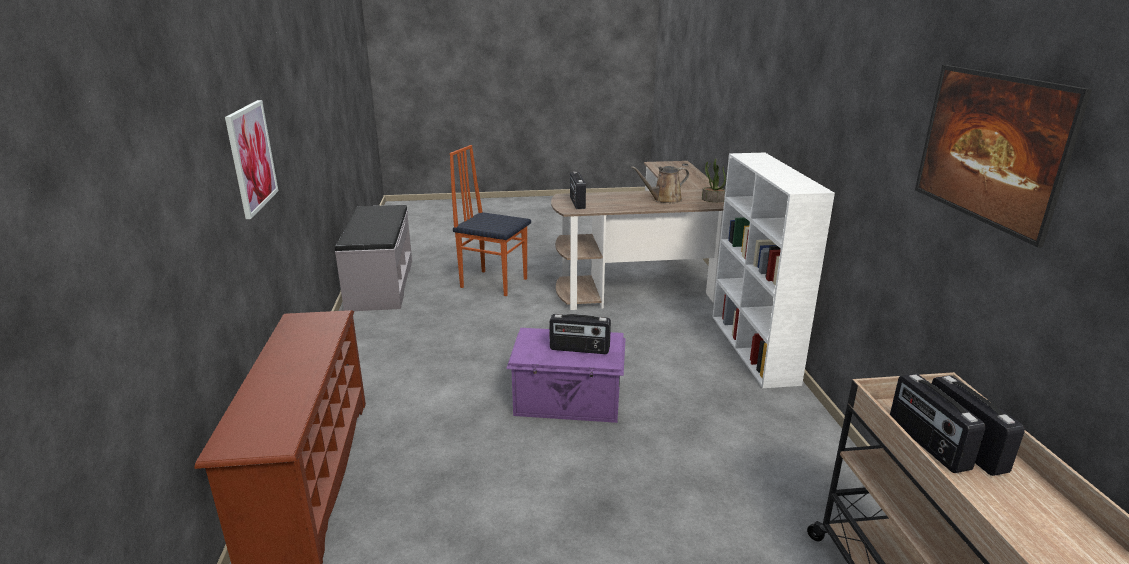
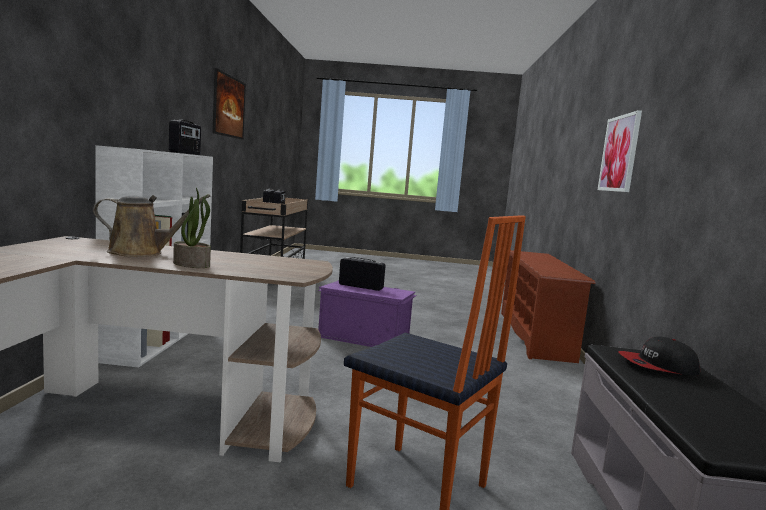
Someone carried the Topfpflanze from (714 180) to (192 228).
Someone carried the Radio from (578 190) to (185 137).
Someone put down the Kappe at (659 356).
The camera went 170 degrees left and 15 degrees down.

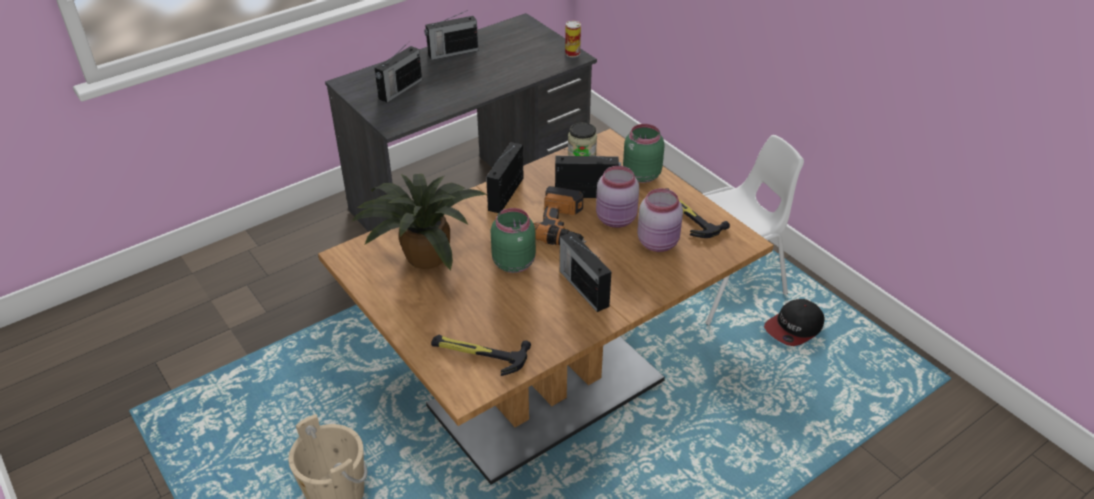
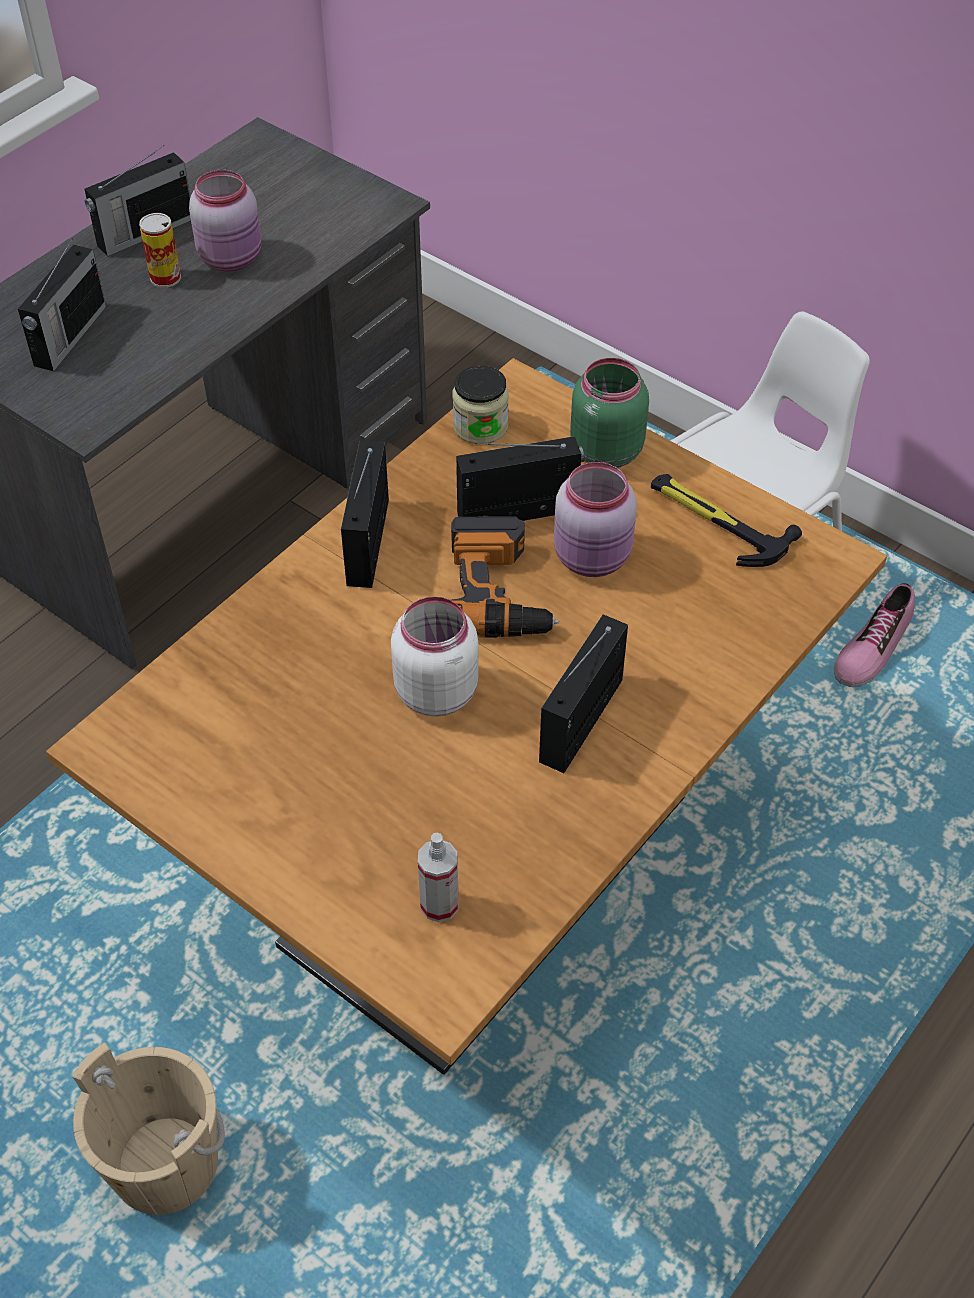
Someone carried the Dose from (573 38) to (160 250).
Someone took away the Topfpflanze at (419 222).
Someone carried the Vorratsglas/rosa from (660 220) to (225 221).
Someone repainted the Vorratsglas/grün at (513 240), which became the Vorratsglas/weiß at (435 656).
Someone rotated the Radio at (586 272) by 75 degrees clockwise.
Someone swapped the Kappe at (794 322) for the Schuh at (874 635).
Someone swapped the Hammer at (481 355) for the Sprühflasche at (438 877).
The camera went 15 degrees left and 10 degrees up.

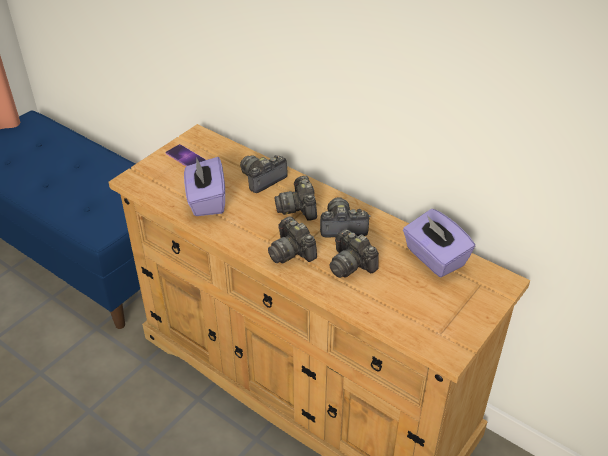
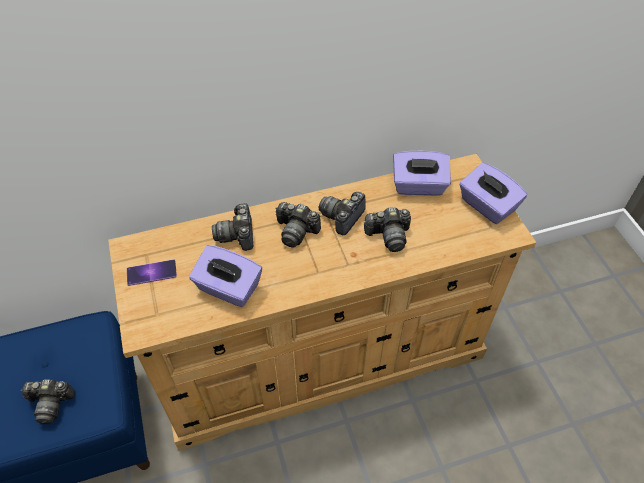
Someone carried the Kamera from (292 240) to (48 401).
Someone put down the Taschentuchbox/lila at (493 193).
The camera went 55 degrees left and 10 degrees up.

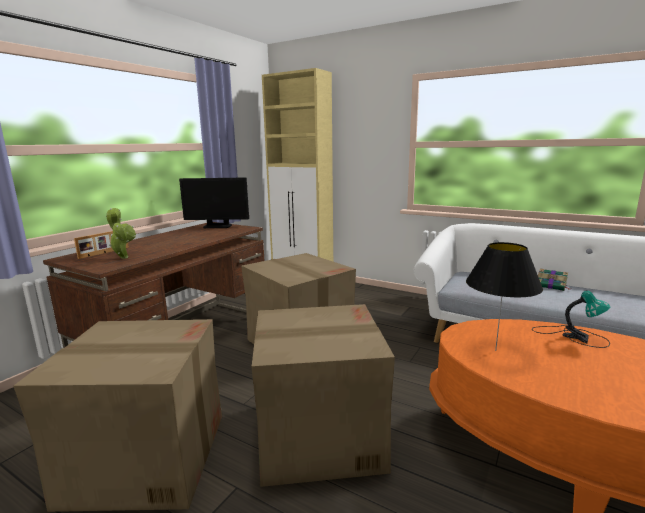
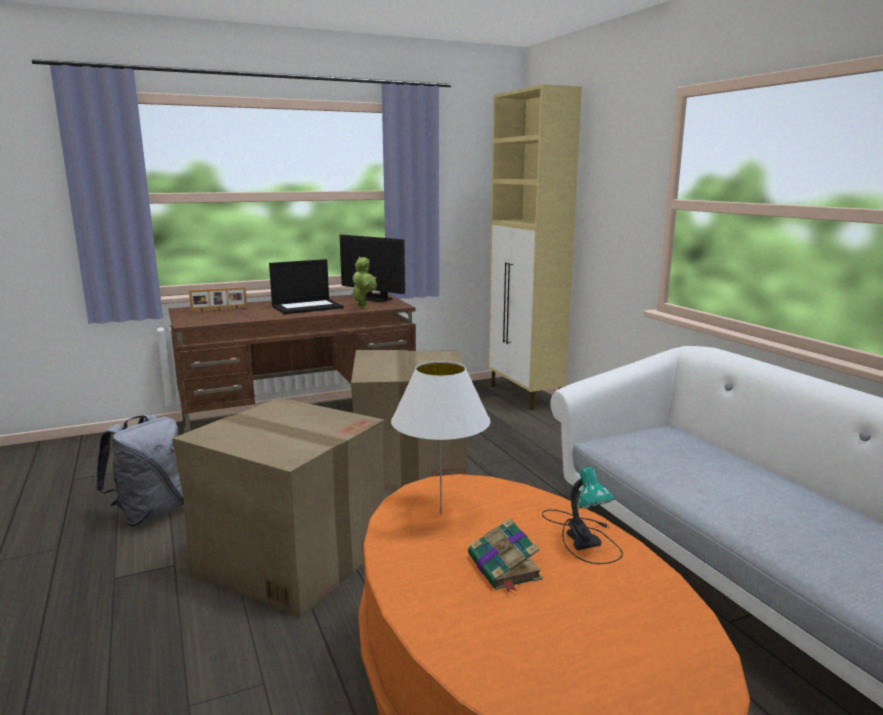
Someone carried the Topfpflanze from (121 233) to (364 282).
Someone repainted the Tischlampe/schwarz at (504 296), which became the Tischlampe/weiß at (440 437).
Someone carried the Buch from (554 280) to (505 555).
Someone swapped the Karton at (118 415) for the Rucksack/grau at (140 471).
Someone put down the Laptop at (306 286).
The camera went 35 degrees right and 0 degrees up.

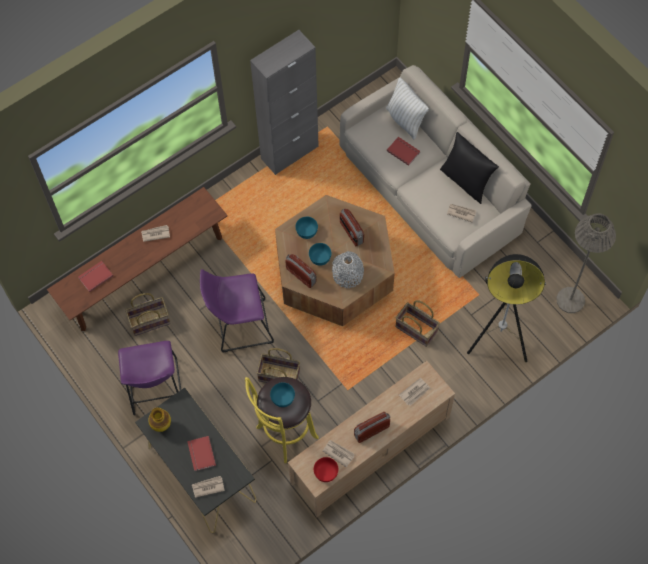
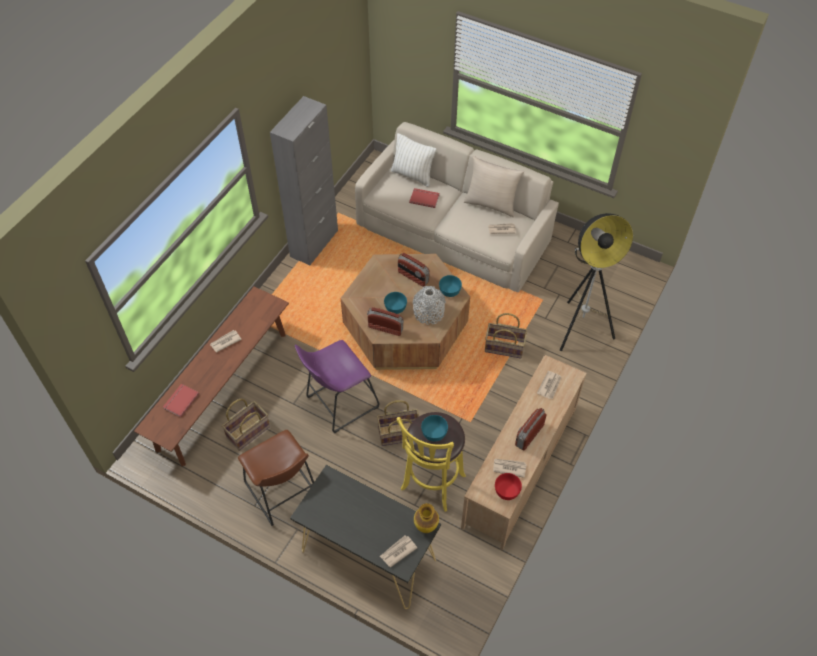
Someone repainted the Kissen/schwarz at (469 168), which became the Kissen/beige at (494 187).
Someone took away the Stehlampe/grau at (586 263).
Someone carried the Schüssel/türkis from (306 228) to (450 286).
Someone repainted the Hocker/lila at (149 378), which became the Hocker/braun at (276 478).
Someone carried the Vase from (159 420) to (426 518).
Someone took away the Buch/rot at (201 453).
The camera went 25 degrees left and 10 degrees down.

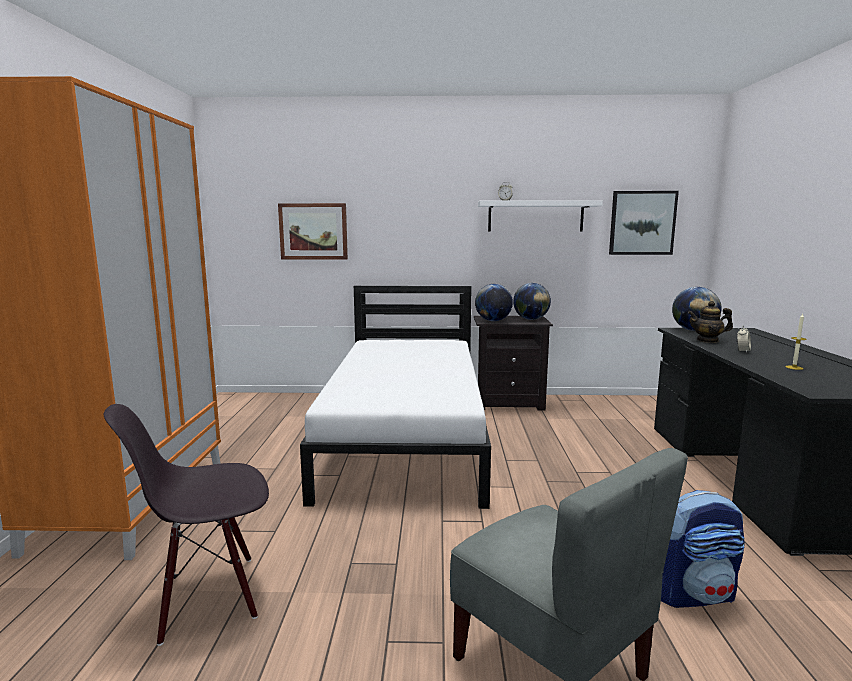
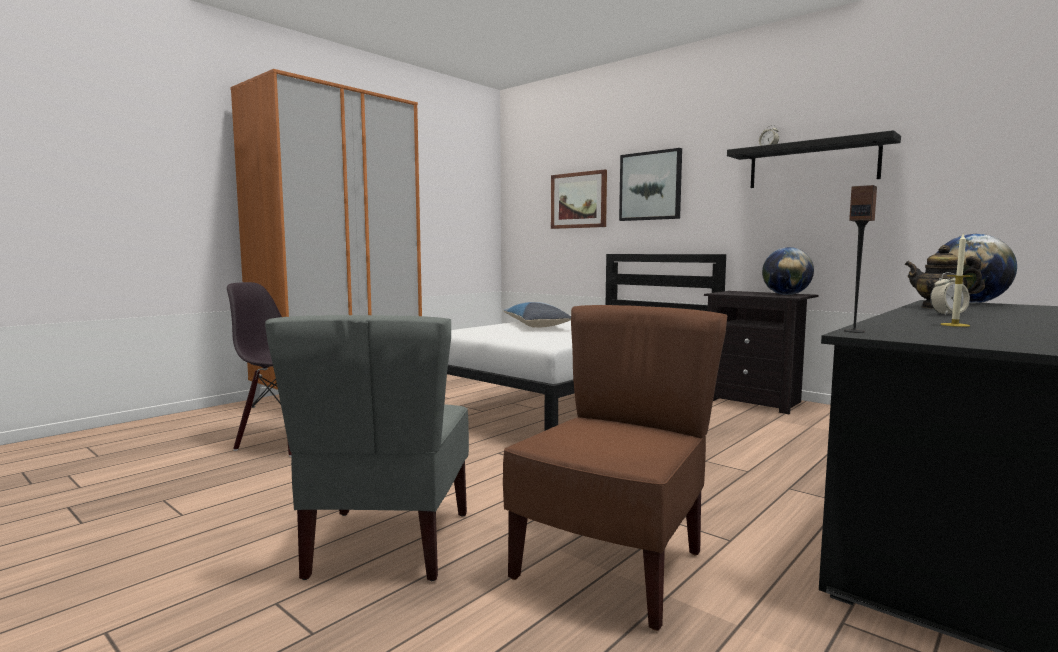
Someone carried the Bild from (644 223) to (650 184).
Someone repainted the Wandregal/weiß at (540 216), which became the Wandregal/schwarz at (814 159).
Someone took away the Globus at (494 302).
Someone swapped the Rucksack at (703 549) for the Stuhl/braun at (615 468).
Someone put down the Lautsprecher at (860 259).
Someone put down the Kissen at (537 315).
The camera went 40 degrees right and 5 degrees down.

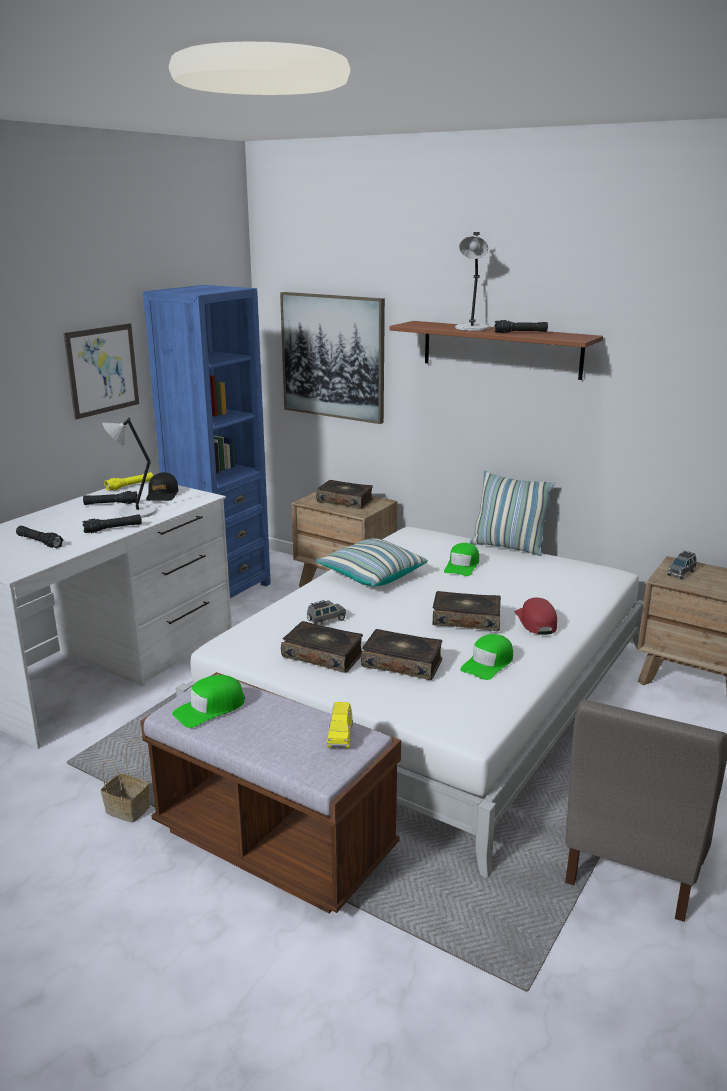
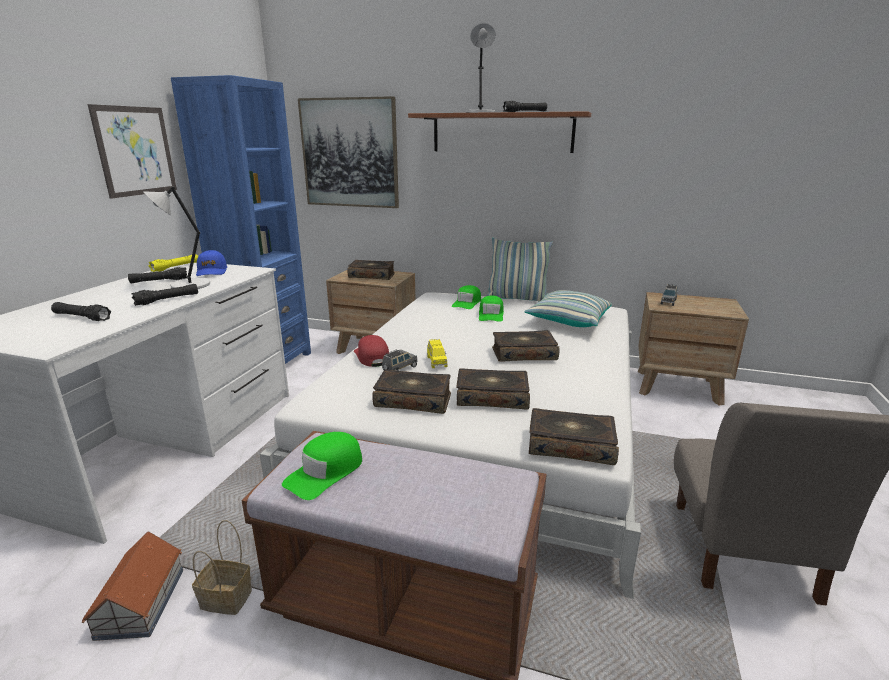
Someone repainted the Kappe/schwarz at (162 486), which became the Kappe/blau at (211 263).
Someone carried the Kissen from (372 562) to (568 308).
Someone carried the Kappe/rot from (536 616) to (371 351).
Someone carried the Kappe/grün from (486 657) to (466 297).
Someone carried the Spielzeugauto/gelb from (340 725) to (437 353).
Someone put down the Buch at (574 436).
Someone put down the Spielzeughaus at (132 586).
The camera went 15 degrees left and 0 degrees up.

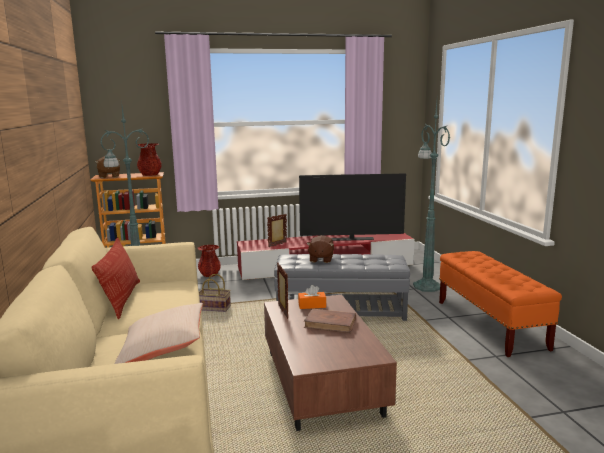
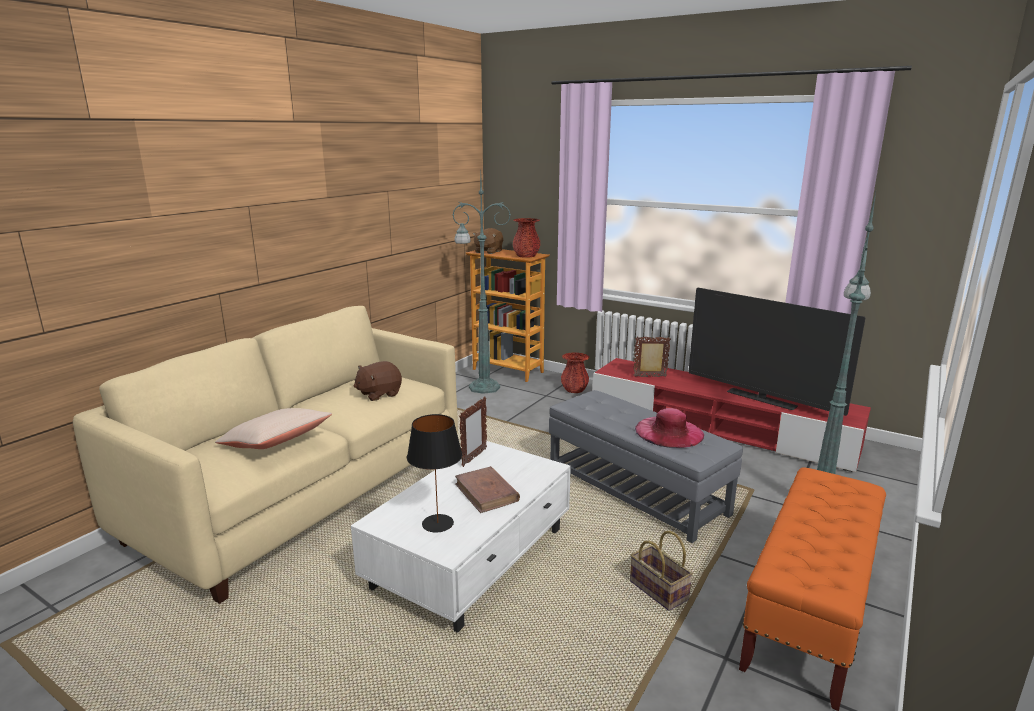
Someone carried the Plüschtier/braun from (320 249) to (378 381).
Someone took away the Kissen at (116 278).
Someone carried the Korb from (215 293) to (661 571).
Someone took away the Taschentuchbox/orange at (312 297).
Someone repainted the Couchtisch/braun at (330 363), which became the Couchtisch/weiß at (461 537).
Someone put down the Hut/rosa at (669 428).
Someone put down the Tischlampe/schwarz at (434 473).
The camera went 45 degrees right and 5 degrees up.

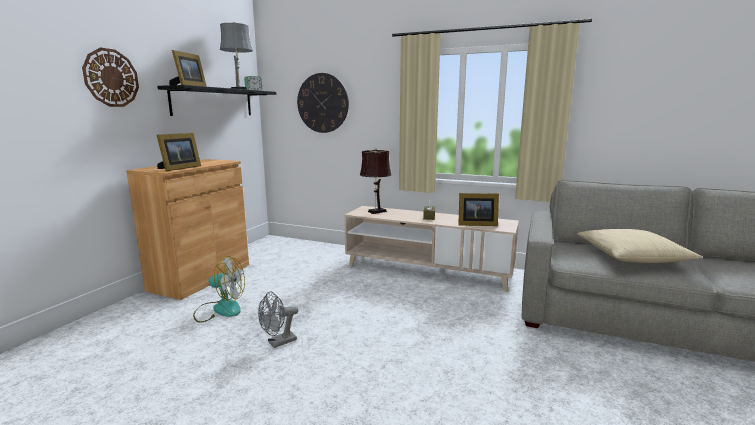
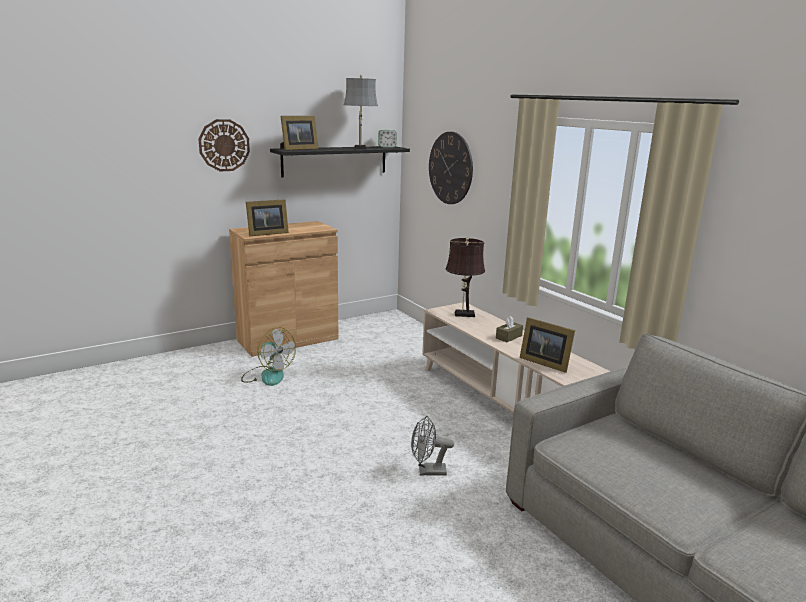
Someone took away the Kissen/beige at (639 246).
Someone carried the Ventilator/grau from (278 319) to (432 446).
The camera went 35 degrees right and 5 degrees up.

